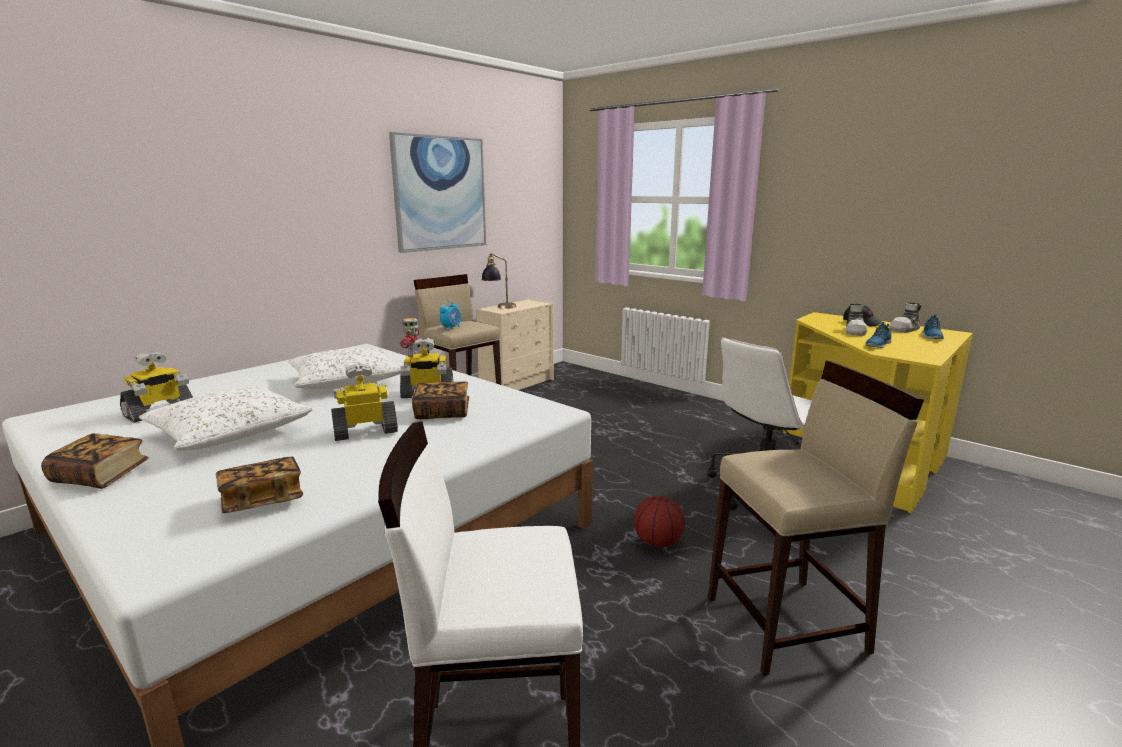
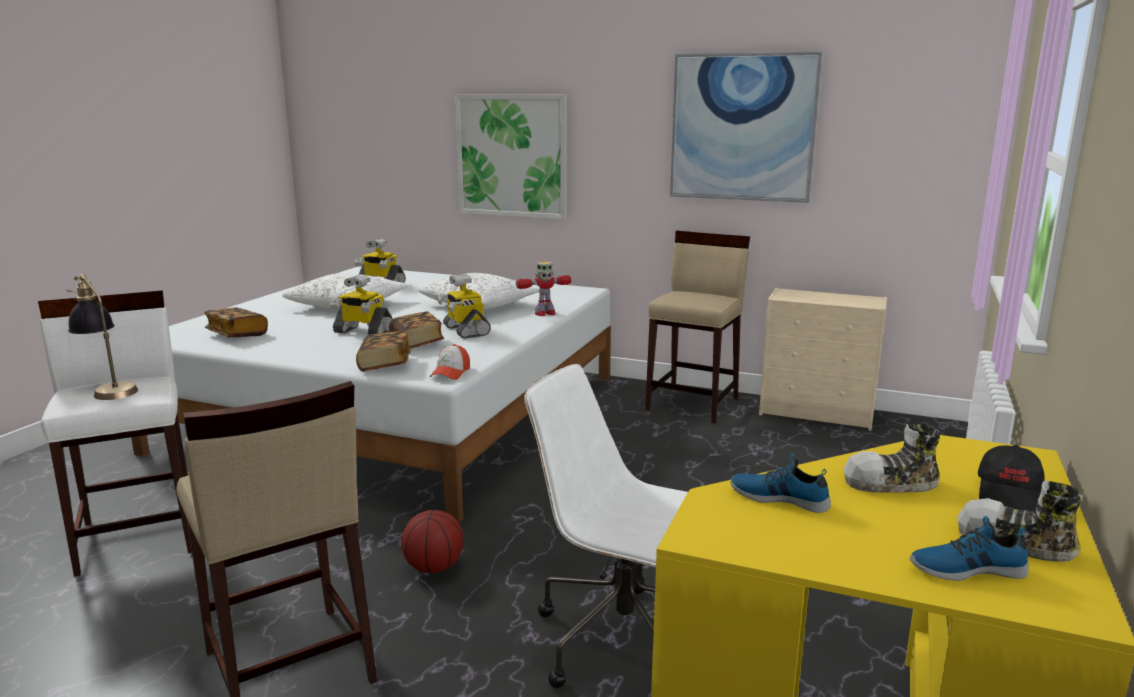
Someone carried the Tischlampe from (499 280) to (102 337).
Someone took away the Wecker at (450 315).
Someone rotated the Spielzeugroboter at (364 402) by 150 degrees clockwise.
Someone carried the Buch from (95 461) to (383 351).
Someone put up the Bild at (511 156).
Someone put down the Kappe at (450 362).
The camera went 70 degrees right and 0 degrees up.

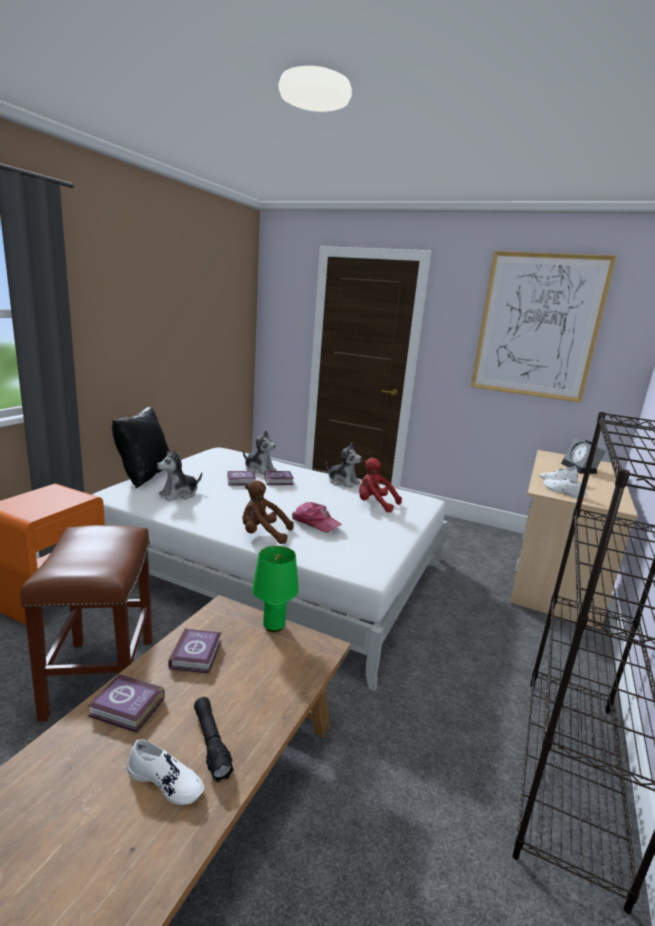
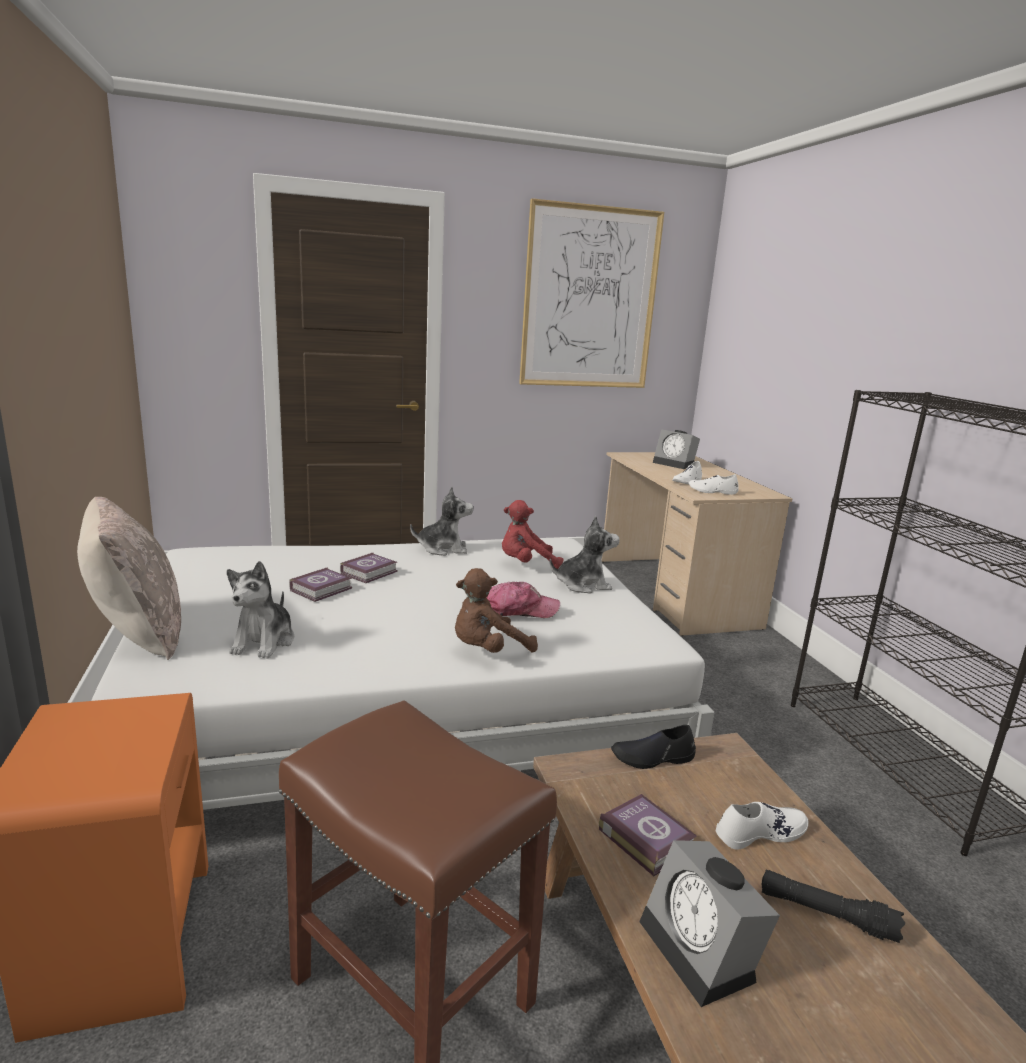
Someone repainted the Kissen/schwarz at (141 447), which became the Kissen/beige at (129 578).
Someone carried the Plüschtier from (260 452) to (584 554).
Someone swapped the Tischlampe/grün at (275 589) for the Schuh/schwarz at (653 747).
Someone swapped the Buch at (126 703) for the Wecker at (709 923).
Someone carried the Schuh/weiß from (165 772) to (762 826).
The camera went 40 degrees left and 0 degrees up.

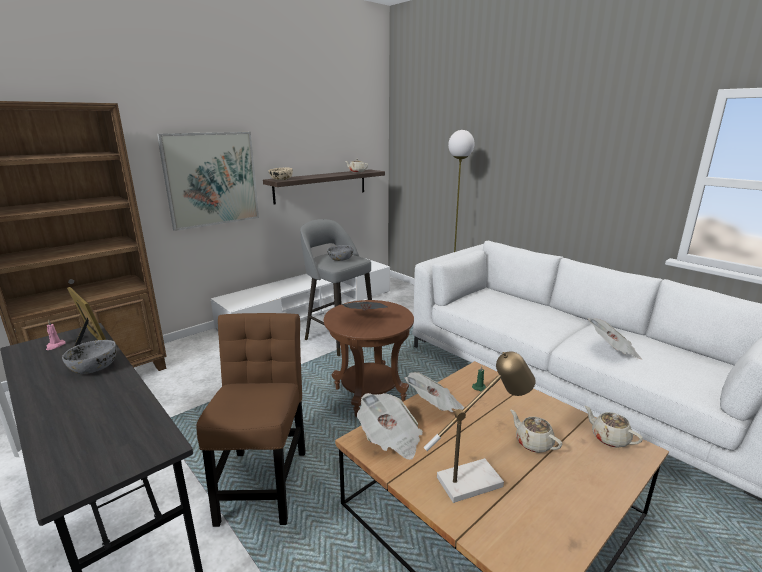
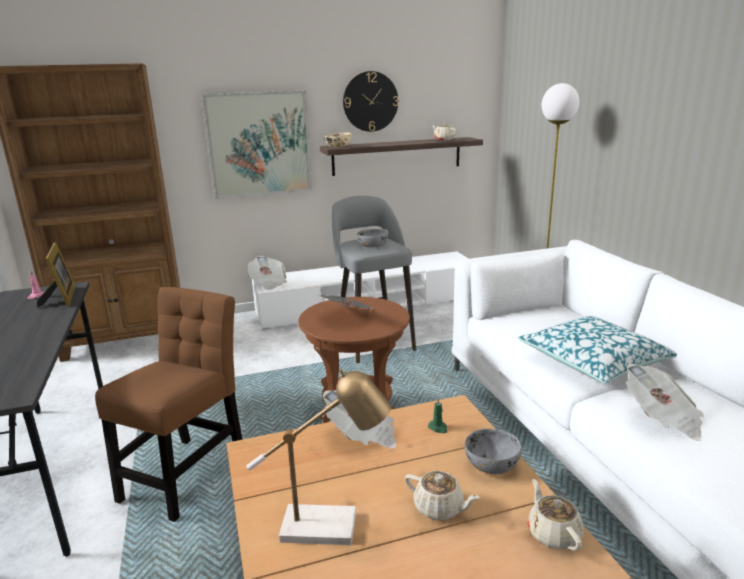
Someone carried the Schüssel/grau from (89 357) to (493 451).
Someone carried the Zeitung from (390 426) to (267 273).
Someone rotated the Teekanne/beige at (536 431) by 135 degrees clockwise.
Someone put up the Wanduhr at (371 101).
Someone put down the Kissen at (597 350).
The camera went 25 degrees right and 0 degrees up.

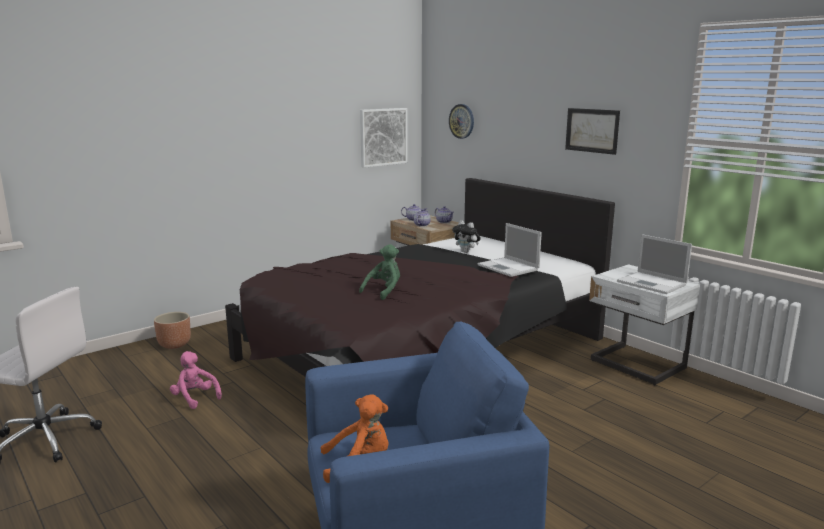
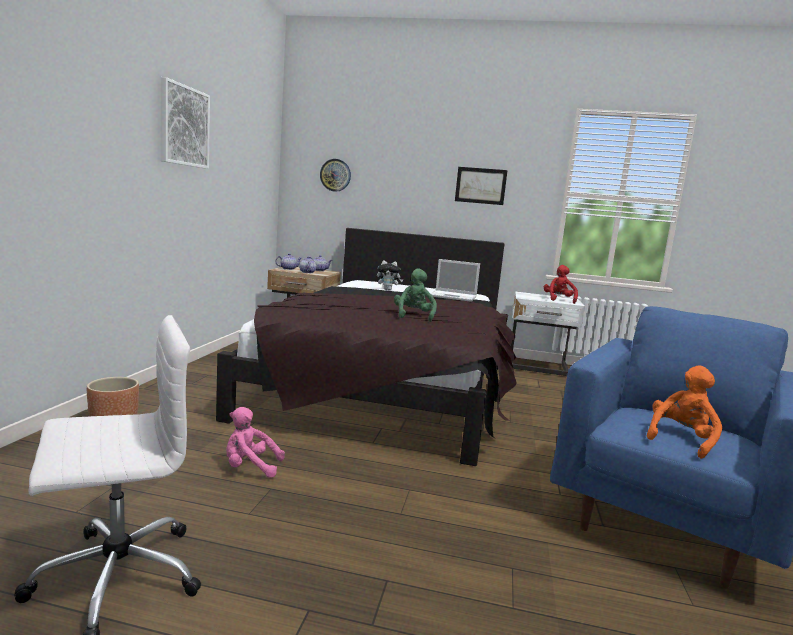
Someone carried the Bild from (383 138) to (185 123).
Someone swapped the Laptop at (654 264) for the Plüschtier/rot at (561 284).
The camera went 40 degrees left and 5 degrees down.

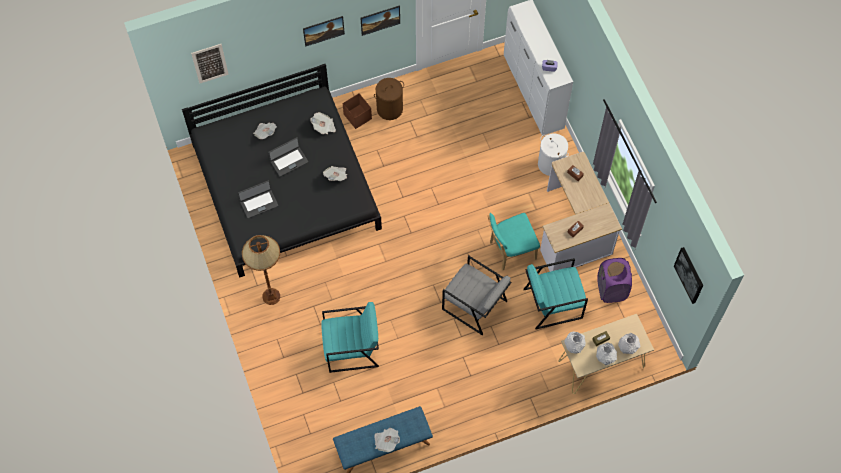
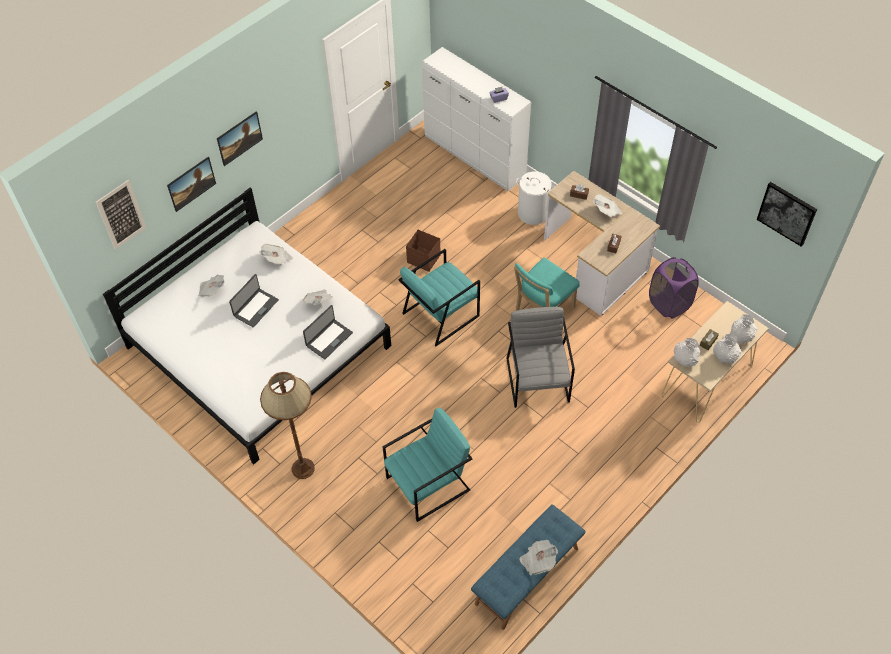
Someone carried the Bild from (380 20) to (191 184).
Someone repainted the Bett/schwarz at (282 171), which became the Bett/weiß at (247 326).
Someone took away the Wäschekorb/braun at (389 99).
Someone carried the Aufbewahrungsbox/braun from (357 111) to (423 251).
Someone carried the Laptop from (258 199) to (328 332).
Someone rotated the Sessel/grau at (476 295) by 105 degrees counterclockwise.
Someone carried the Sessel/türkis from (555 293) to (439 297).
Someone put down the Zeitung at (608 205).
The camera went 25 degrees left and 10 degrees down.

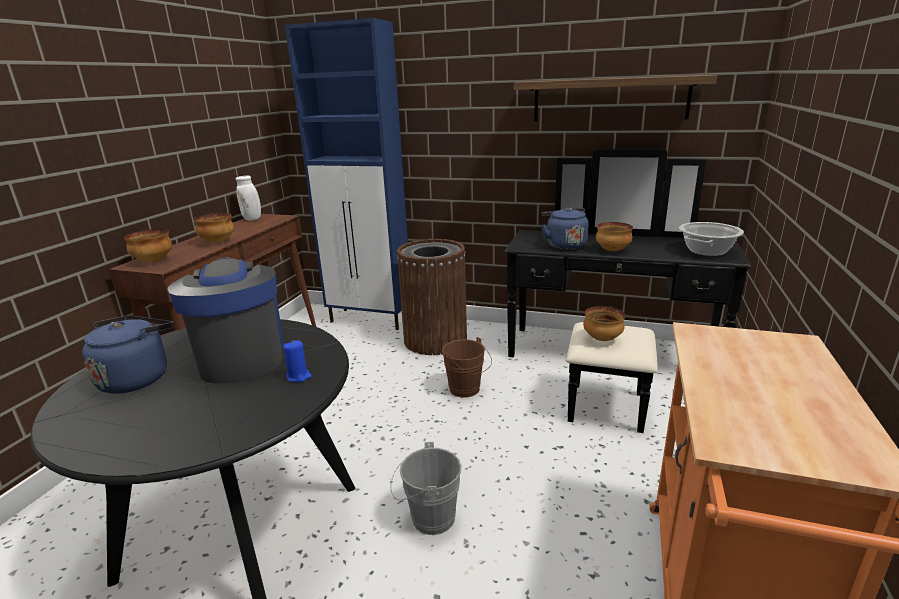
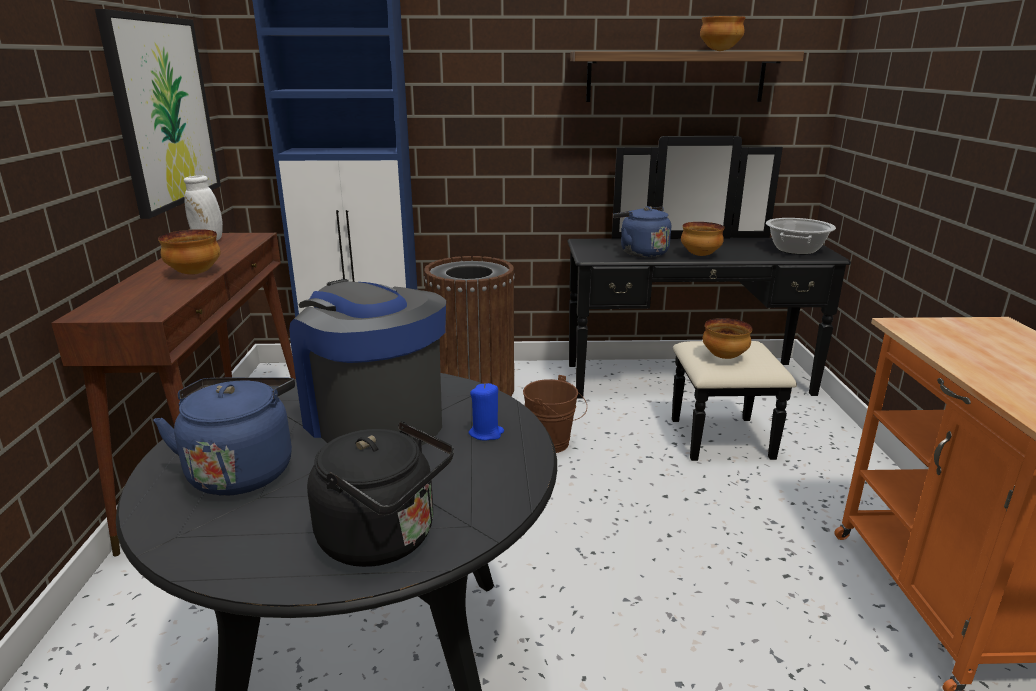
Someone carried the Schüssel from (148 246) to (723 33).
Someone took away the Eimer/grau at (426 488).
Someone put up the Bild at (158 114).
Someone put down the Wasserkessel/schwarz at (380 494).
The camera went 20 degrees left and 0 degrees up.

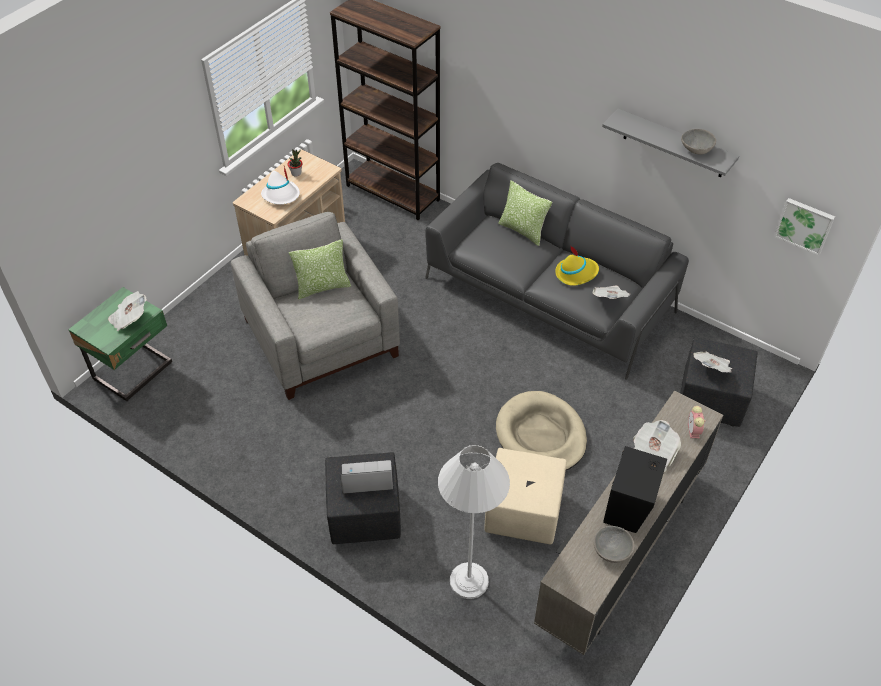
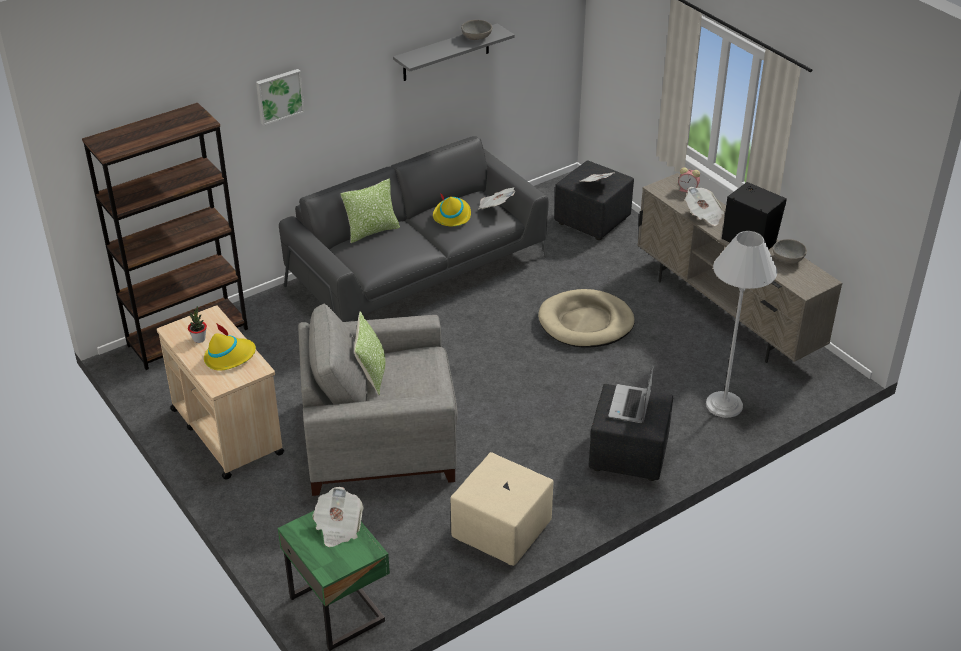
Someone repainted the Hut/weiß at (280 185), which became the Hut/gelb at (230 346).
Someone carried the Bild from (804 226) to (280 97).
Someone carried the Polsterhocker/beige from (525 496) to (502 509).
The camera went 70 degrees left and 10 degrees down.

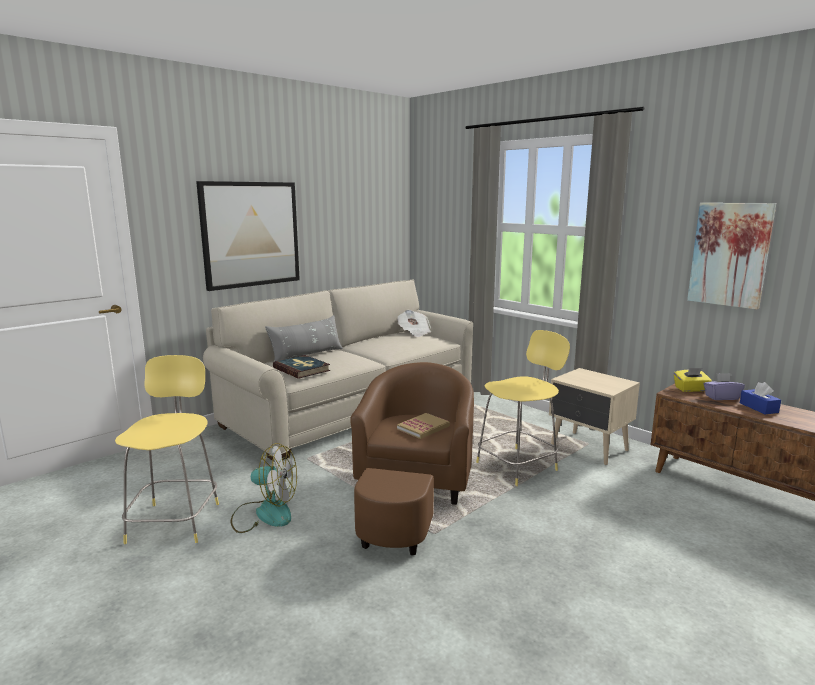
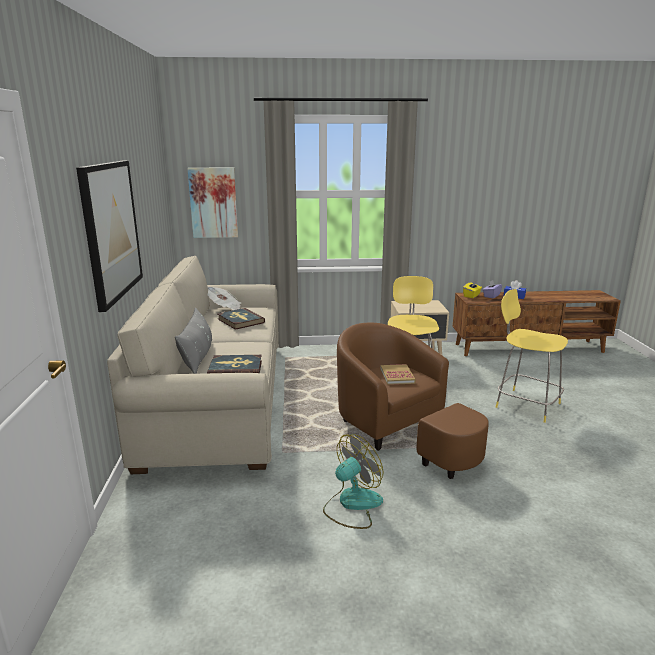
Someone carried the Bild from (731 256) to (212 203).
Someone carried the Hocker/gelb from (167 449) to (532 356).
Someone put down the Buch at (241 319).
The camera went 50 degrees left and 5 degrees up.

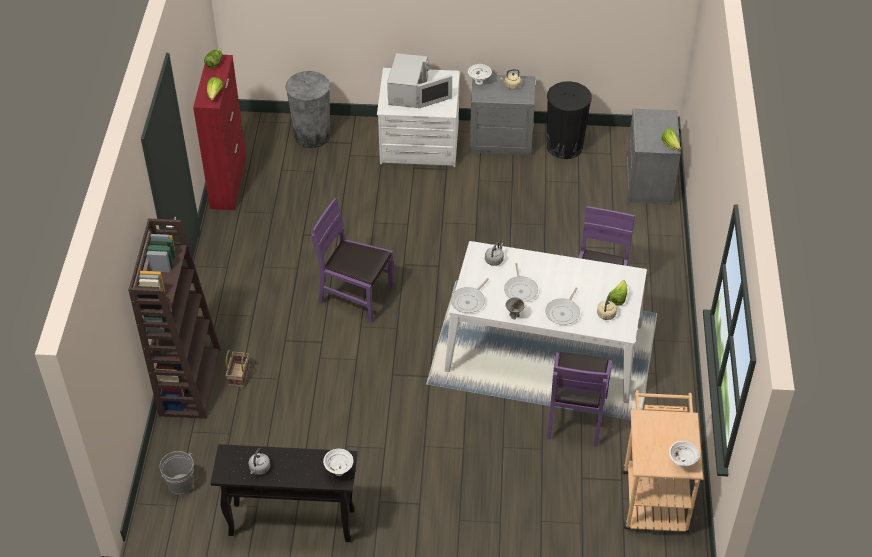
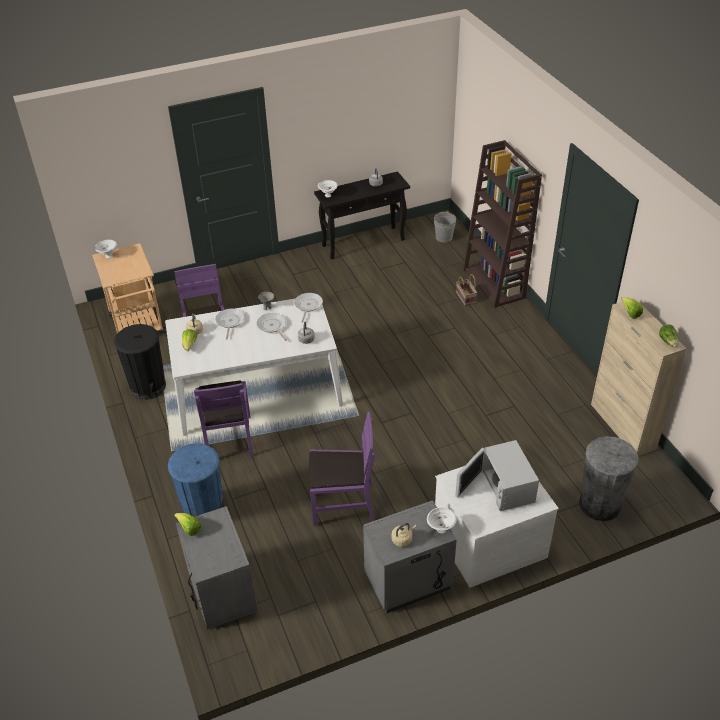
Someone repainted the Schrank/rot at (219 132), which became the Schrank/beige at (639 377).
Someone carried the Mülleimer/schwarz from (569 120) to (140 362).
Someone carried the Stuhl/lila from (352 260) to (342 469).
Someone put down the Mülleimer/blau at (196 480).
The camera went 155 degrees right and 5 degrees down.

